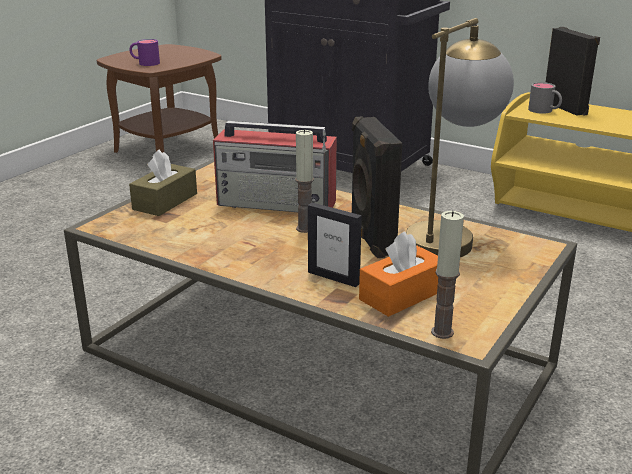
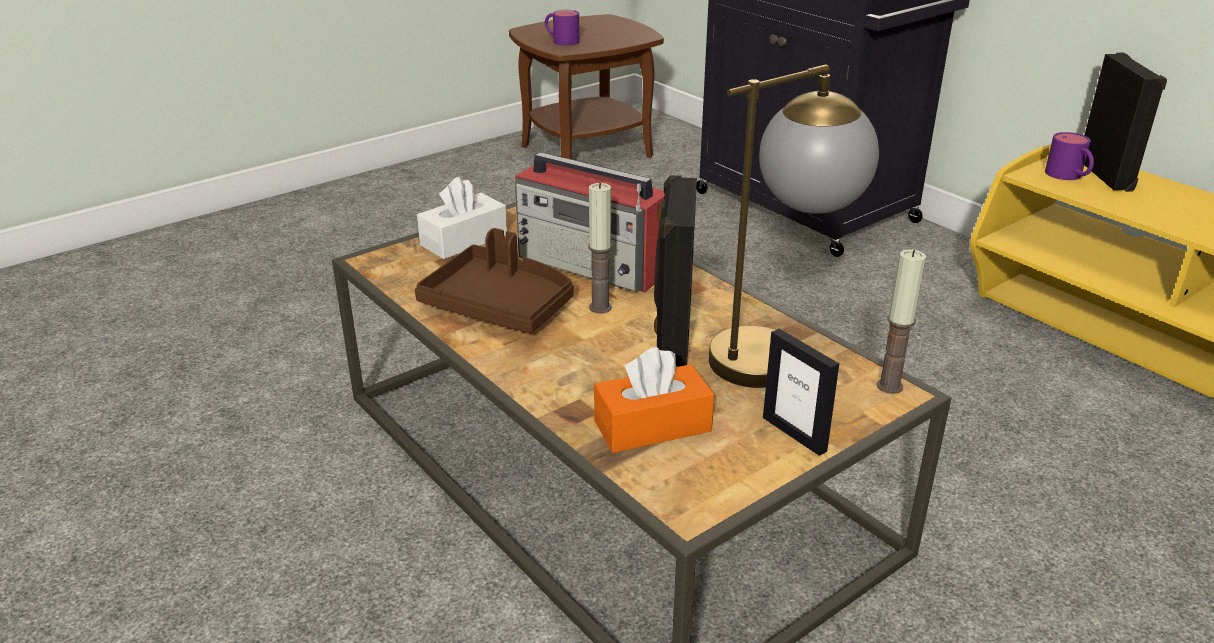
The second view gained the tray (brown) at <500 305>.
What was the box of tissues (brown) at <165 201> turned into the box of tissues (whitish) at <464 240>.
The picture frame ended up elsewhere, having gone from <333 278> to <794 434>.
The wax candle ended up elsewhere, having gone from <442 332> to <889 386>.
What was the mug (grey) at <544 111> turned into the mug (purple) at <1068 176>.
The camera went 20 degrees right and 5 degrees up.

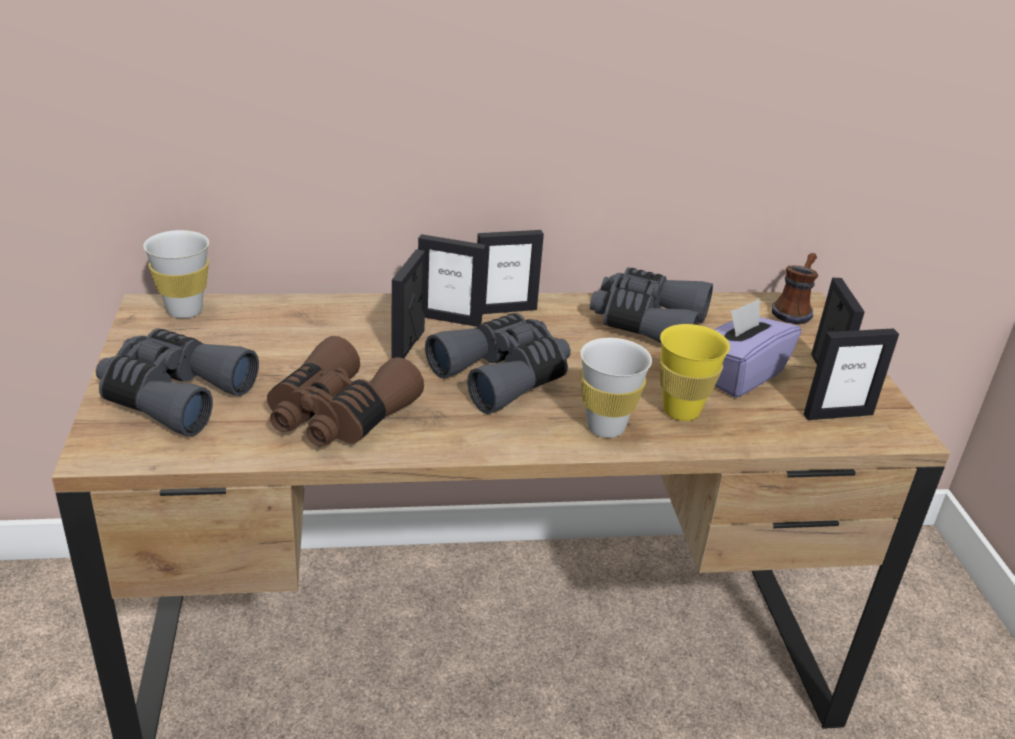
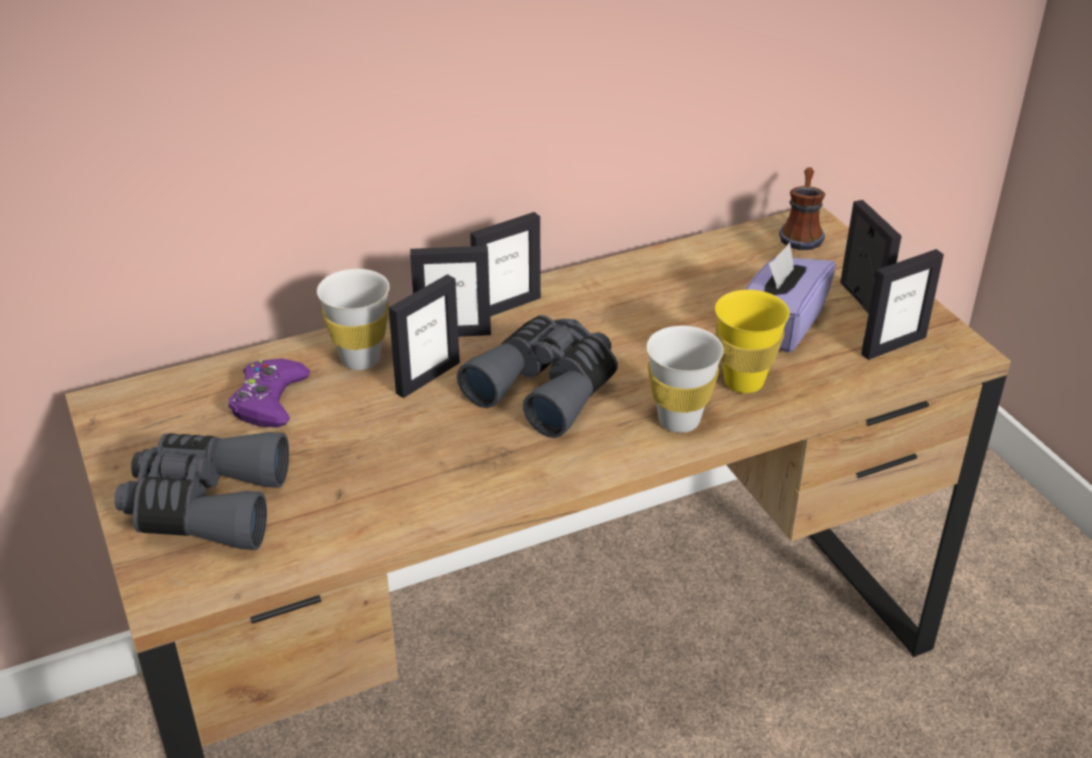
The second view gained the gamepad (purple) at <269 400>.
The cup (whitish) ended up elsewhere, having gone from <185 311> to <360 359>.
The picture frame at <408 346> ended up facing another way, 135 degrees counterclockwise from before.
The second view lost the field glasses (brown) at <338 415>.
The second view lost the field glasses (grey) at <647 323>.
The camera went 15 degrees left and 5 degrees up.

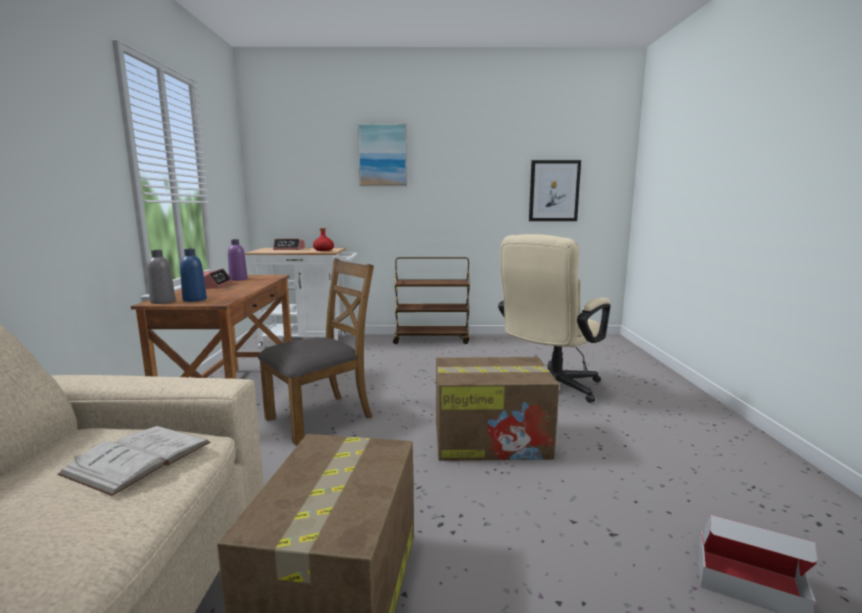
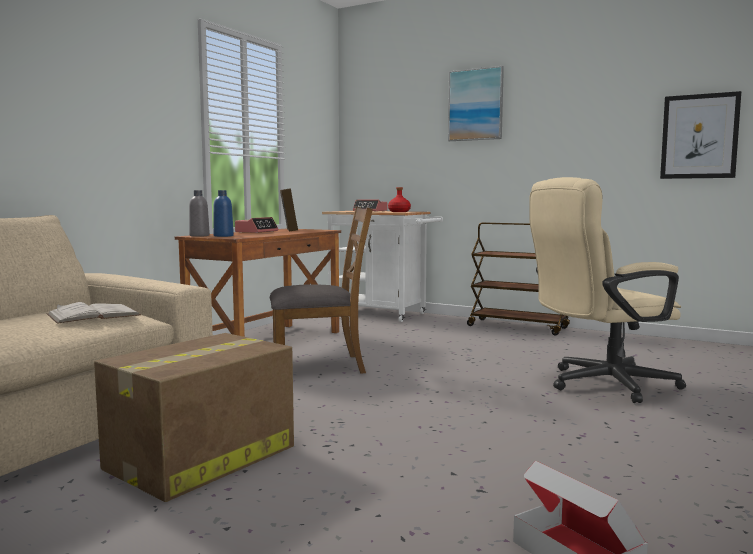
Where the drink bottle (purple) stood at <238 279>, the picture frame came to stand at <289 230>.
The second view lost the cardboard box at <492 440>.
The camera went 30 degrees right and 5 degrees down.

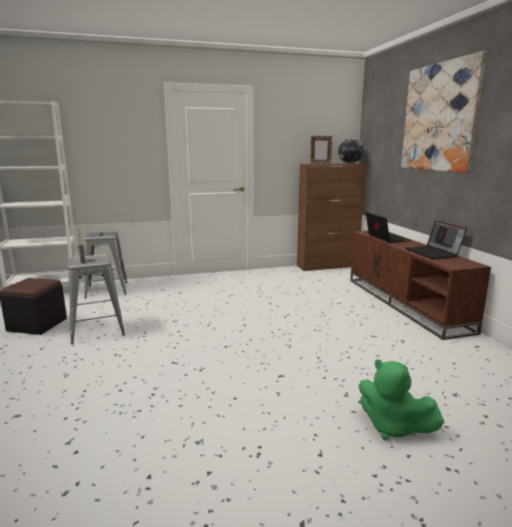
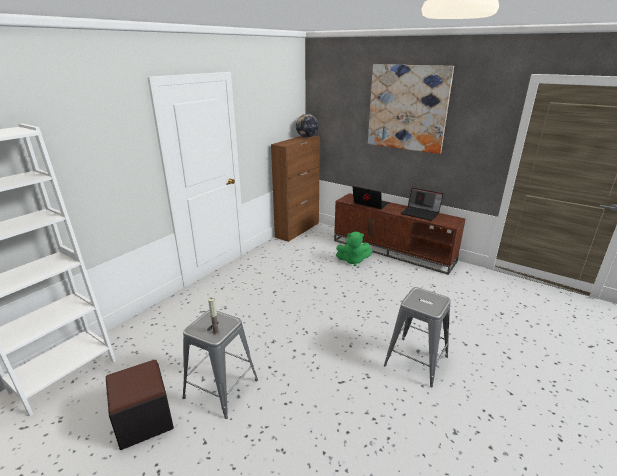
The soft toy (greenish) ended up elsewhere, having gone from <392 427> to <353 261>.
The sitting stool (grey) ended up elsewhere, having gone from <106 290> to <415 361>.
The second view lost the picture frame at <320 164>.
The camera went 40 degrees left and 10 degrees up.

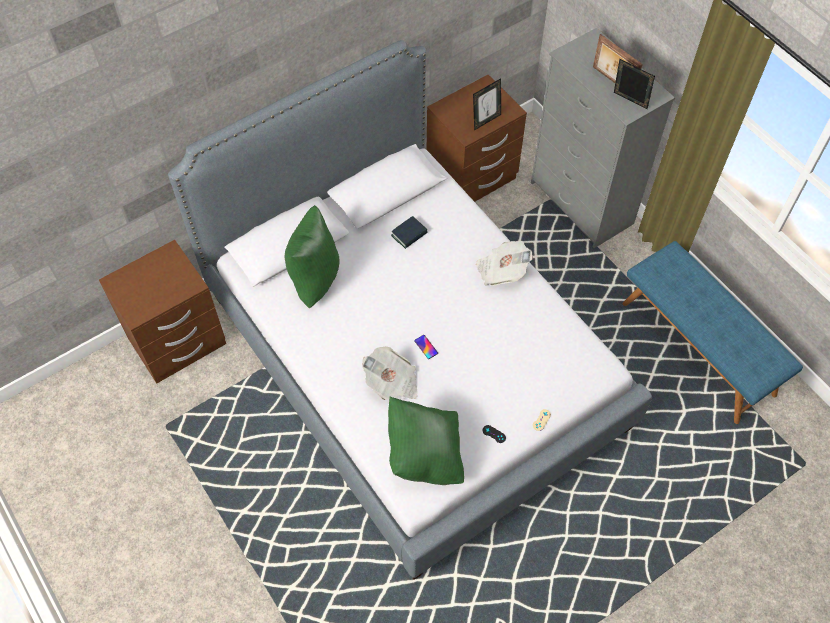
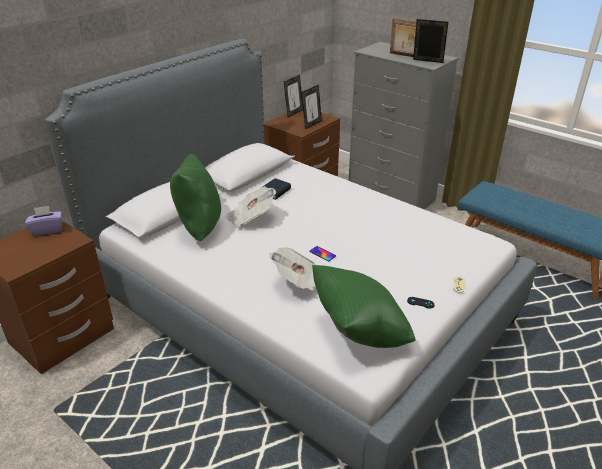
The second view gained the box of tissues (purple) at <47 230>.
The printed paper ended up elsewhere, having gone from <501 271> to <250 218>.
The second view gained the picture frame at <293 113>.
The camera went 15 degrees left and 25 degrees down.

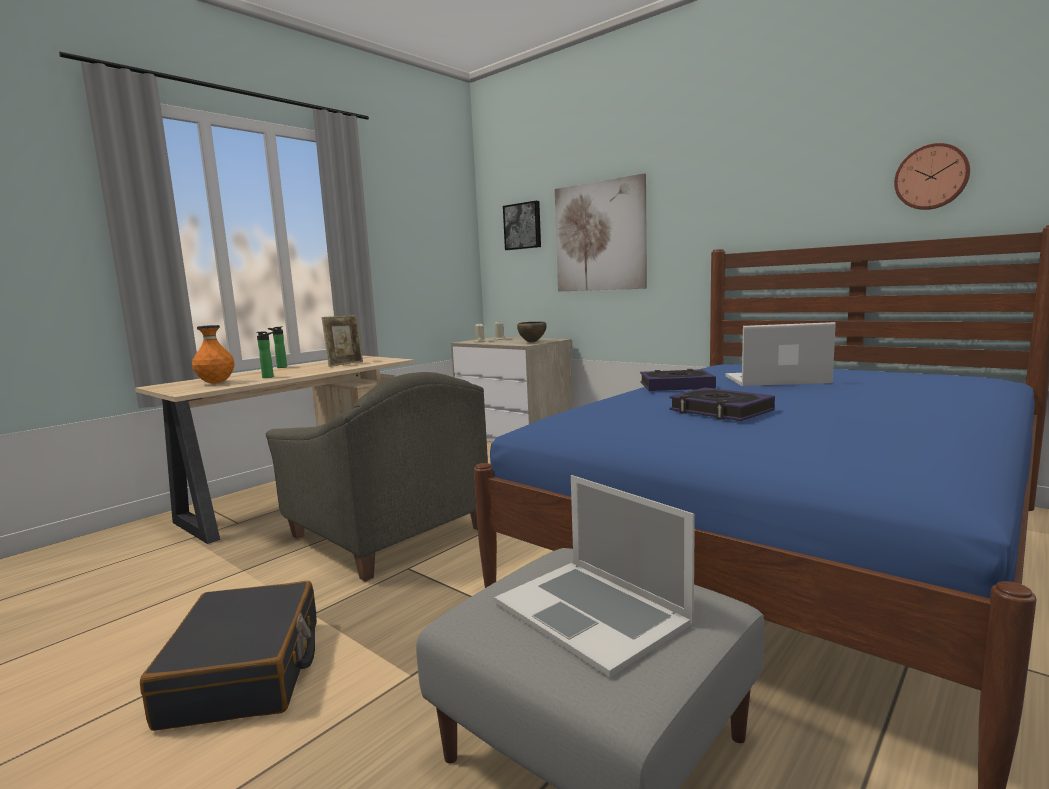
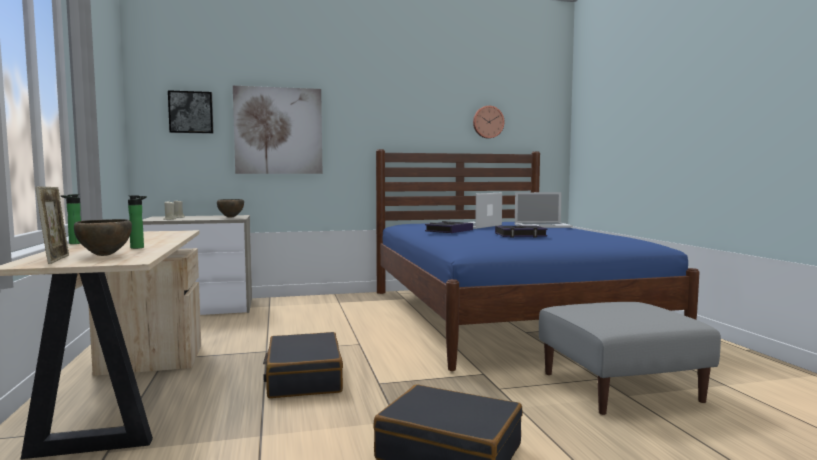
The picture frame ended up elsewhere, having gone from <345 364> to <56 260>.
Where the flower vase (orangey) stood at <216 383>, the serving bowl (brown) came to stand at <105 255>.
Where the easy chair (grey) stood at <385 534>, the piece of luggage (blackish) came to stand at <303 378>.
The portable computer ended up elsewhere, having gone from <591 612> to <542 226>.
The camera went 55 degrees left and 5 degrees down.

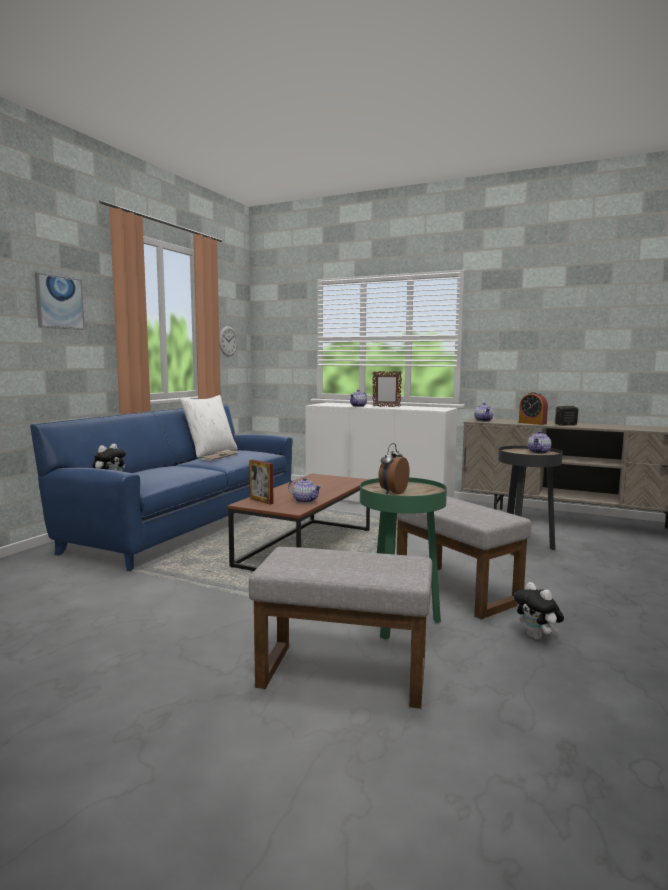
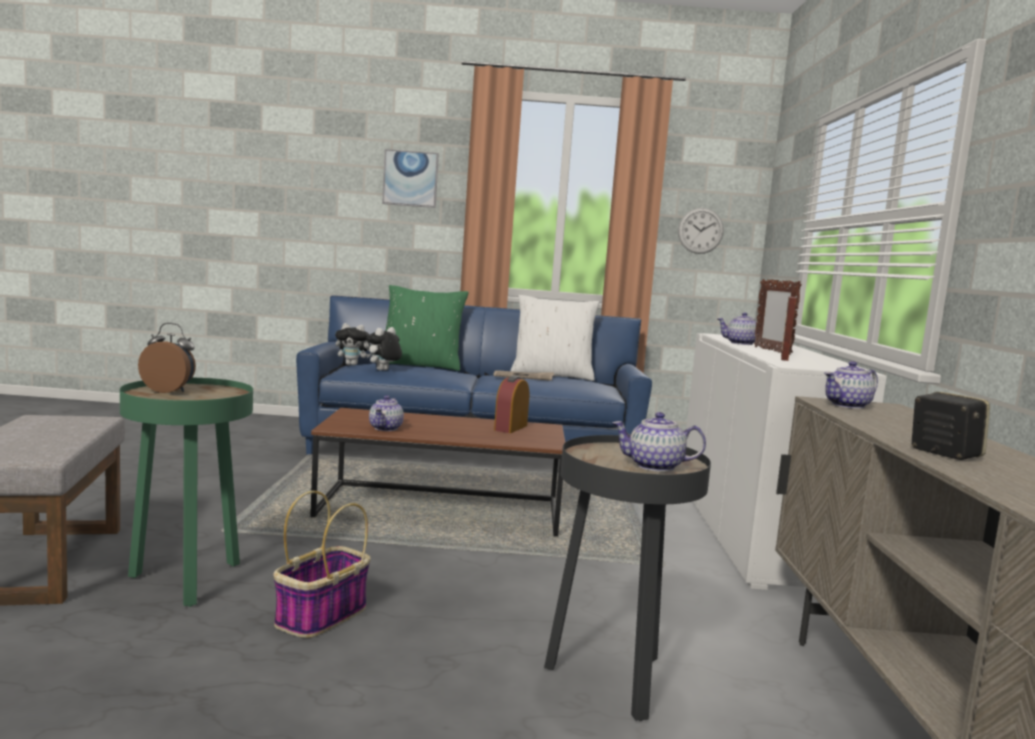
Where the ottoman (grey) stood at <458 590>, the household basket came to stand at <321 616>.
The soft toy ended up elsewhere, having gone from <537 637> to <383 370>.
The second view gained the throw pillow (greenish) at <421 365>.
The table clock ended up elsewhere, having gone from <532 423> to <510 428>.
The picture frame ended up elsewhere, having gone from <261 501> to <784 357>.
The camera went 65 degrees right and 0 degrees up.

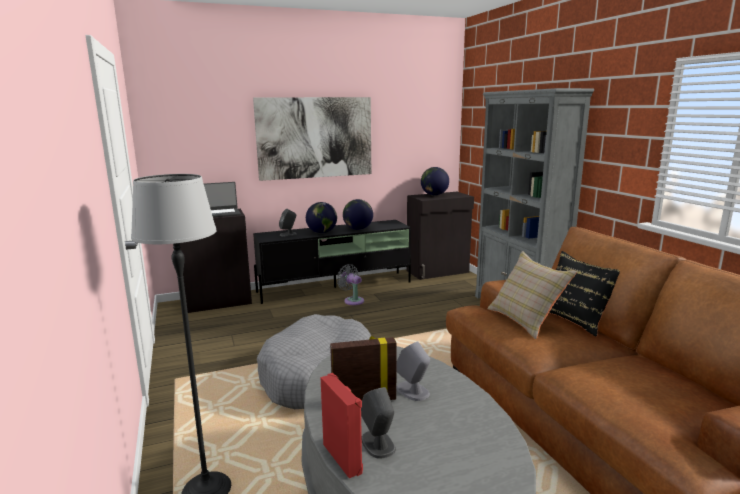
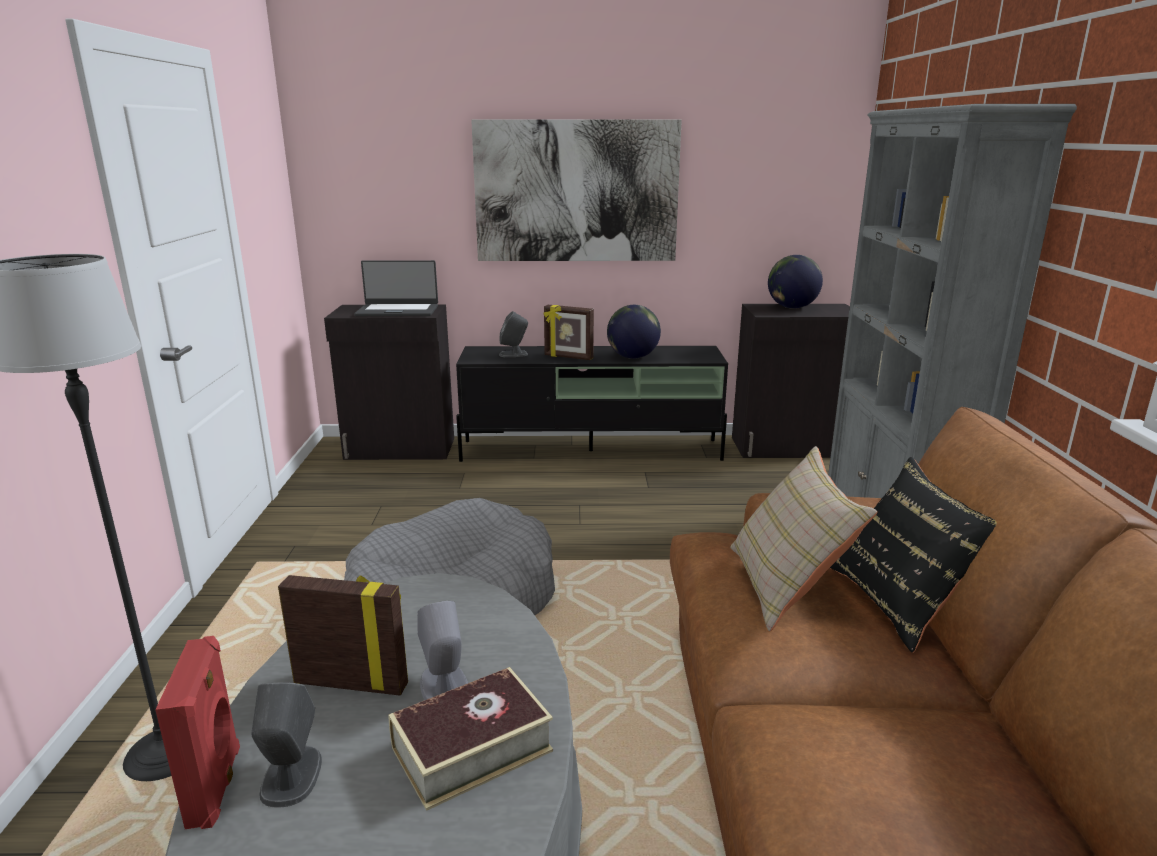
The second view gained the book at <472 749>.
Where the globe stood at <322 233>, the picture frame came to stand at <568 357>.
The second view lost the electric fan (grey) at <352 300>.
The camera went 20 degrees right and 5 degrees up.

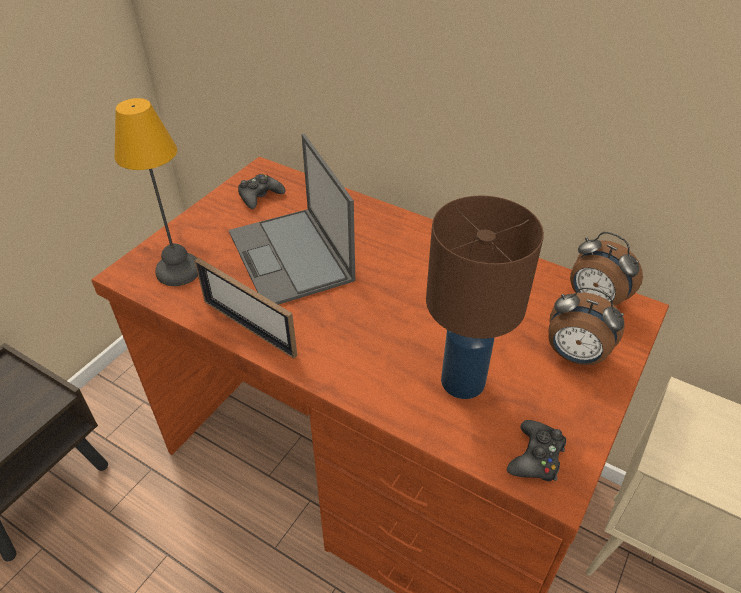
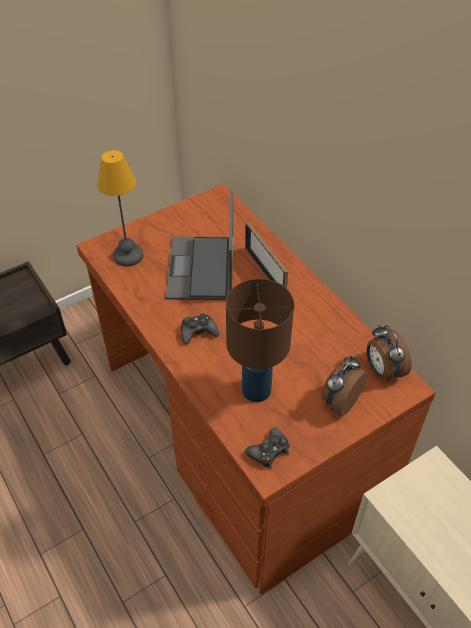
The gamepad (blackish) ended up elsewhere, having gone from <260 196> to <198 332>.
The picture frame ended up elsewhere, having gone from <249 327> to <264 272>.
The table clock at <574 356> ended up facing another way, 75 degrees clockwise from before.
The camera went 25 degrees right and 5 degrees up.

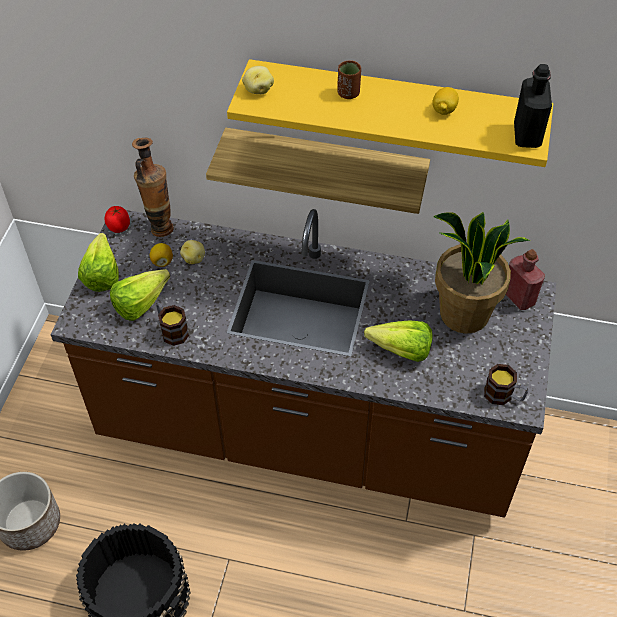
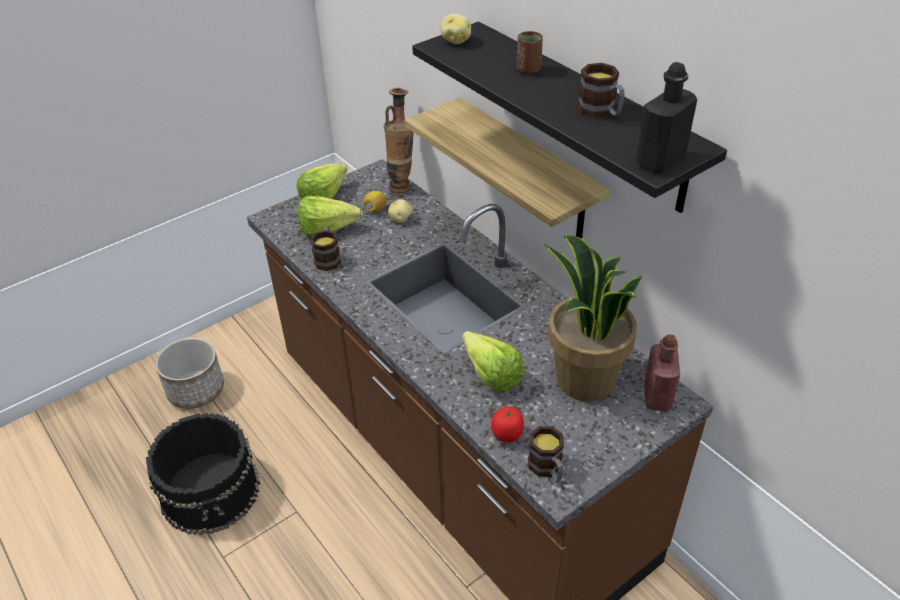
What was the shelf (yellow) at <395 110> turned into the shelf (blackish) at <584 115>.
The whole tomato ended up elsewhere, having gone from <119 227> to <507 434>.
Where the lemon stood at <444 110>, the mug came to stand at <601 112>.
The camera went 40 degrees right and 10 degrees down.

